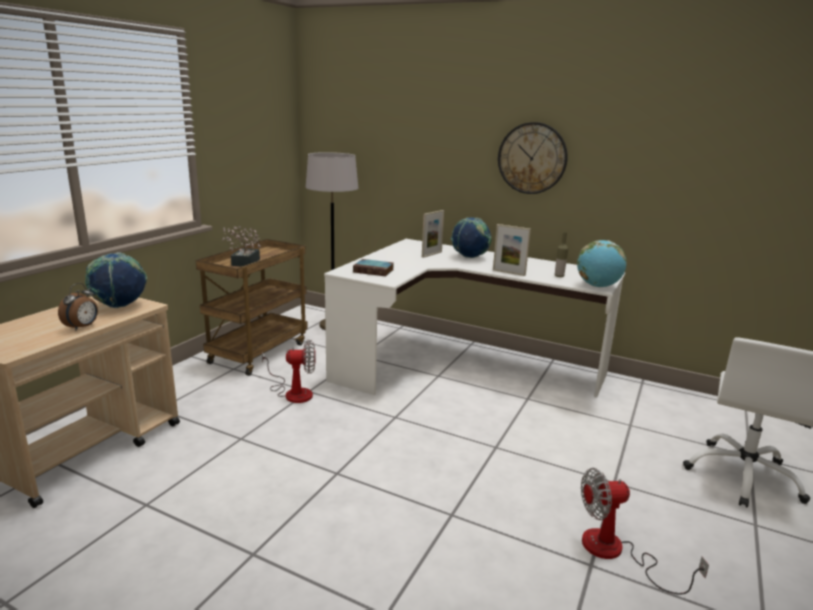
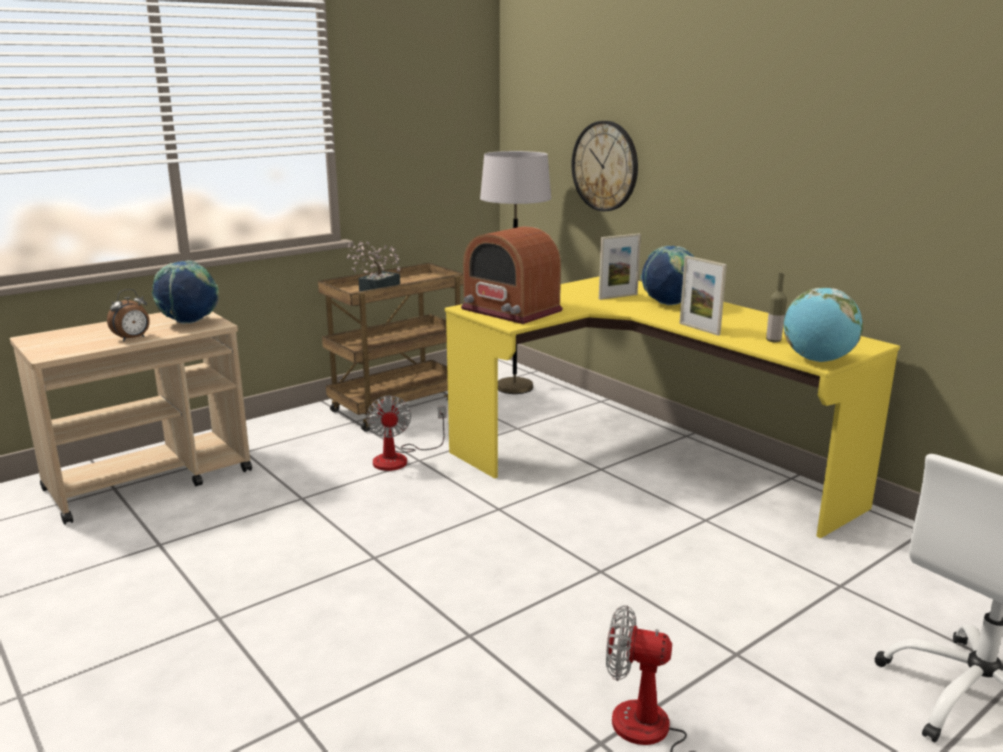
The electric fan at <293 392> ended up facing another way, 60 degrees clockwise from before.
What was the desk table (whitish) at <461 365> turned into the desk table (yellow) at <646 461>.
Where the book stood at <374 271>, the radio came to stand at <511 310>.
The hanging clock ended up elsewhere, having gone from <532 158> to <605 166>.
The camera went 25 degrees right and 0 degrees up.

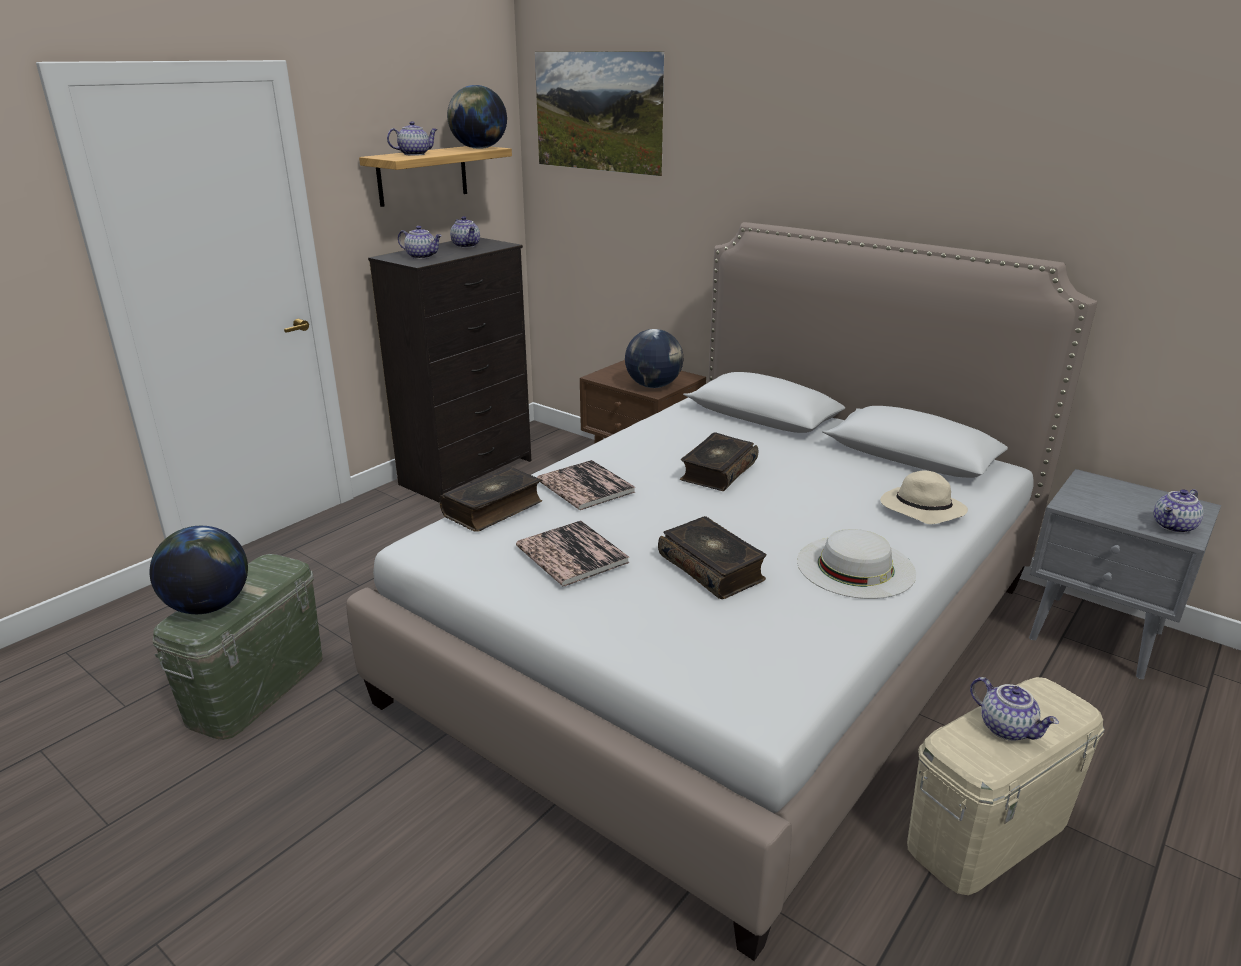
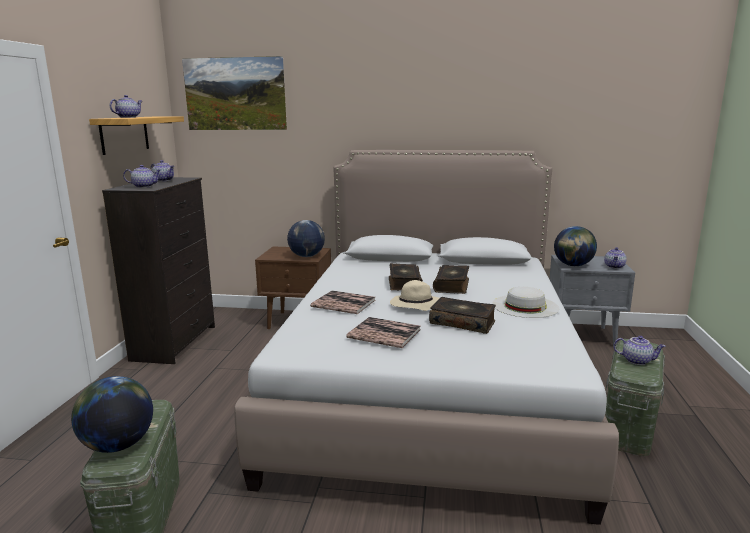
The hat (beige-coloured) ended up elsewhere, having gone from <920 510> to <414 305>.
The book ended up elsewhere, having gone from <493 509> to <452 285>.
The globe ended up elsewhere, having gone from <479 148> to <573 265>.
What was the storage bin (beige-coloured) at <987 832> turned into the storage bin (greenish) at <628 427>.
The camera went 30 degrees left and 10 degrees down.

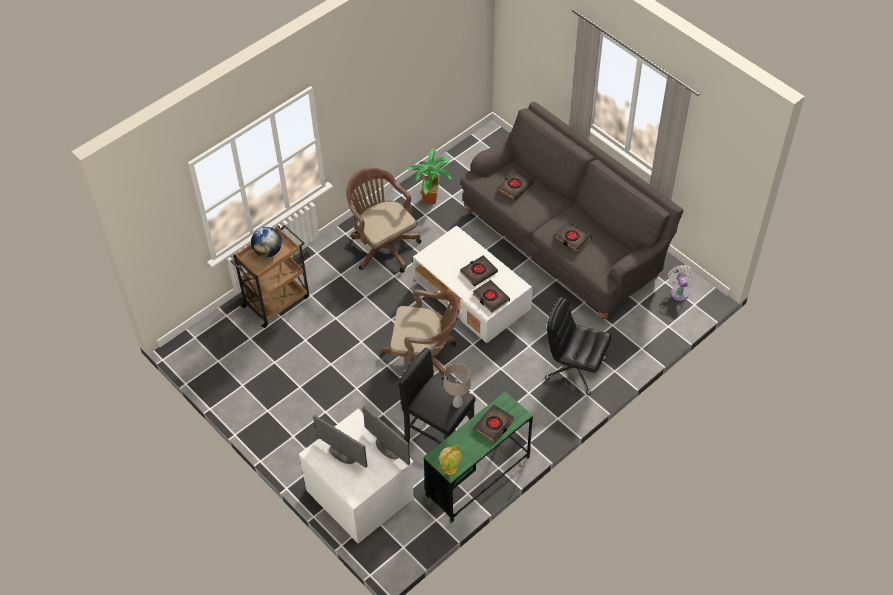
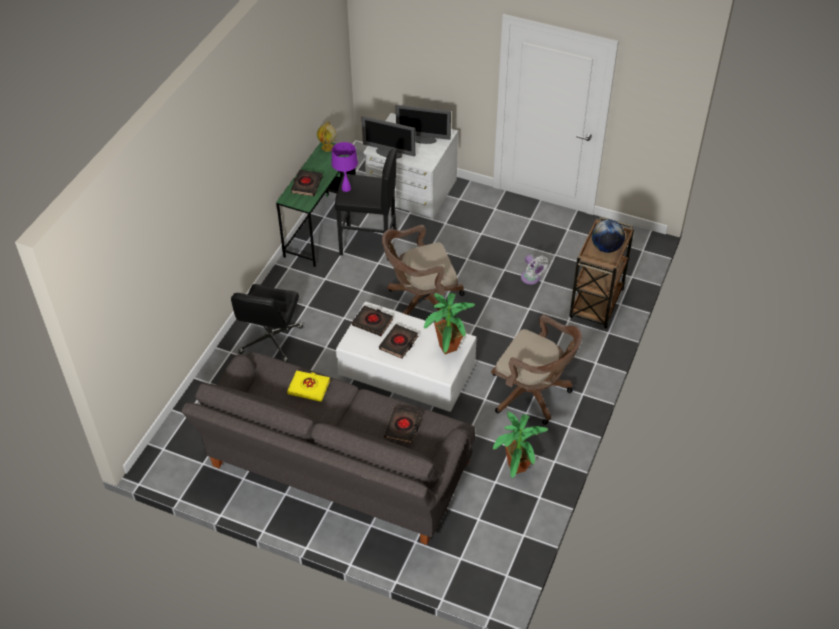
The computer chair (blackish) at <574 369> ended up facing another way, 105 degrees clockwise from before.
What was the book (blackish) at <572 238> turned into the book (yellow) at <309 388>.
What was the lamp for a table (beige-coloured) at <457 403> turned into the lamp for a table (purple) at <346 188>.
The second view gained the plant in a pot at <447 351>.
The electric fan (whitish) ended up elsewhere, having gone from <679 291> to <531 279>.
The camera went 155 degrees right and 5 degrees down.

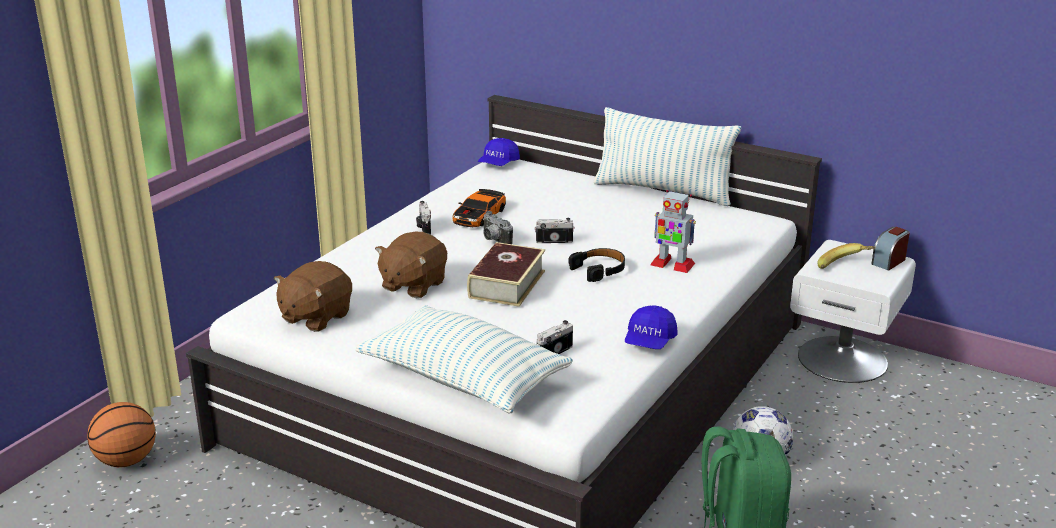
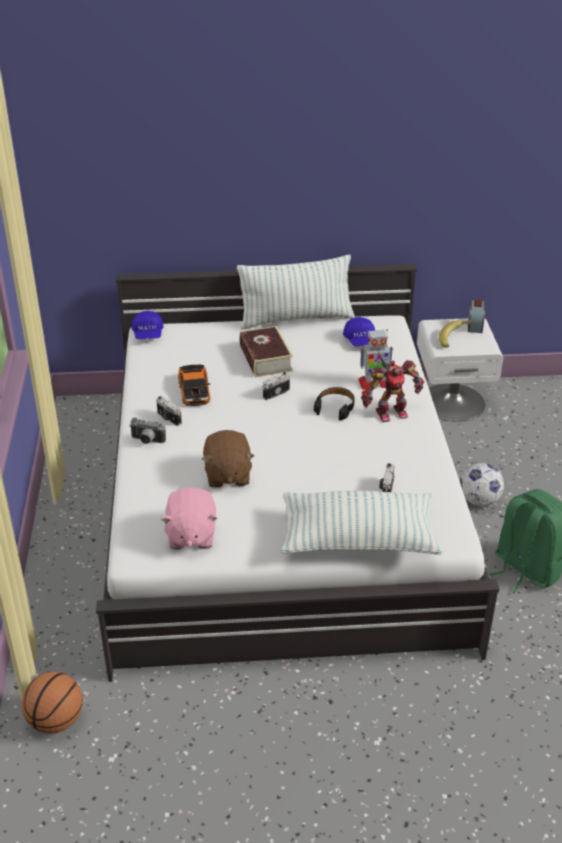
The still camera ended up elsewhere, having gone from <493 240> to <147 441>.
What was the soft toy (brown) at <315 317> turned into the soft toy (pink) at <191 535>.
The book ended up elsewhere, having gone from <507 284> to <265 358>.
The cap (blue) ended up elsewhere, having gone from <649 341> to <360 341>.
The second view gained the toy robot at <390 412>.
The camera went 35 degrees left and 10 degrees up.

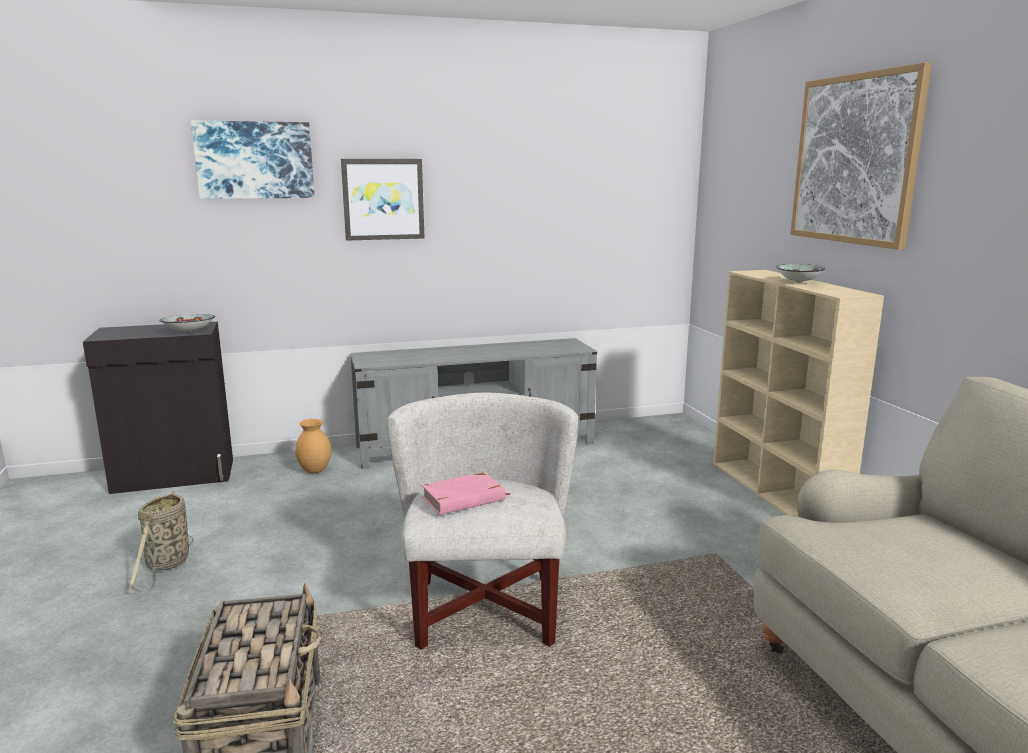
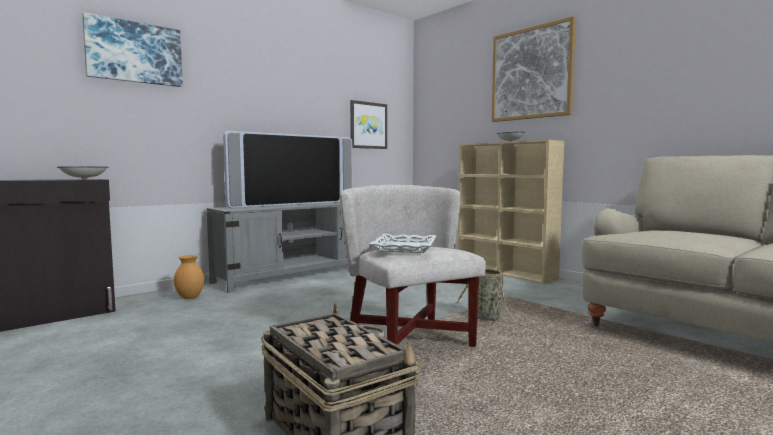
The second view gained the TV set at <292 204>.
The wall picture ended up elsewhere, having gone from <383 199> to <368 125>.
Where the book (pink) stood at <464 499>, the tray (whitish) came to stand at <405 248>.
The household basket ended up elsewhere, having gone from <167 565> to <488 318>.
The camera went 25 degrees left and 10 degrees down.

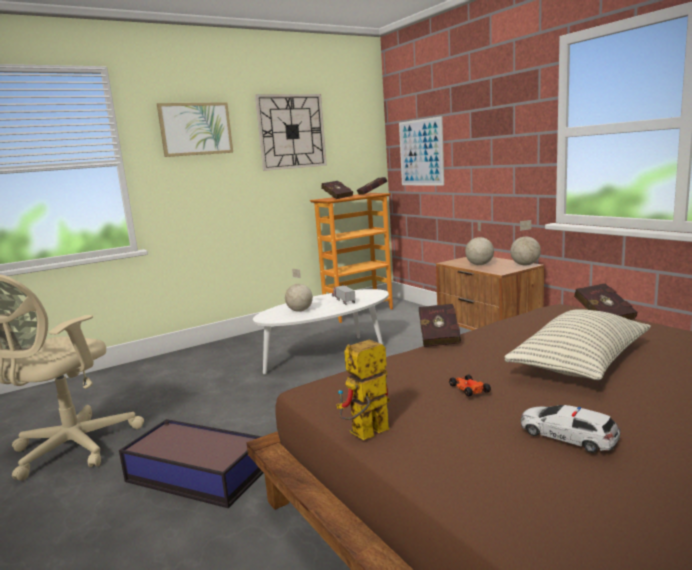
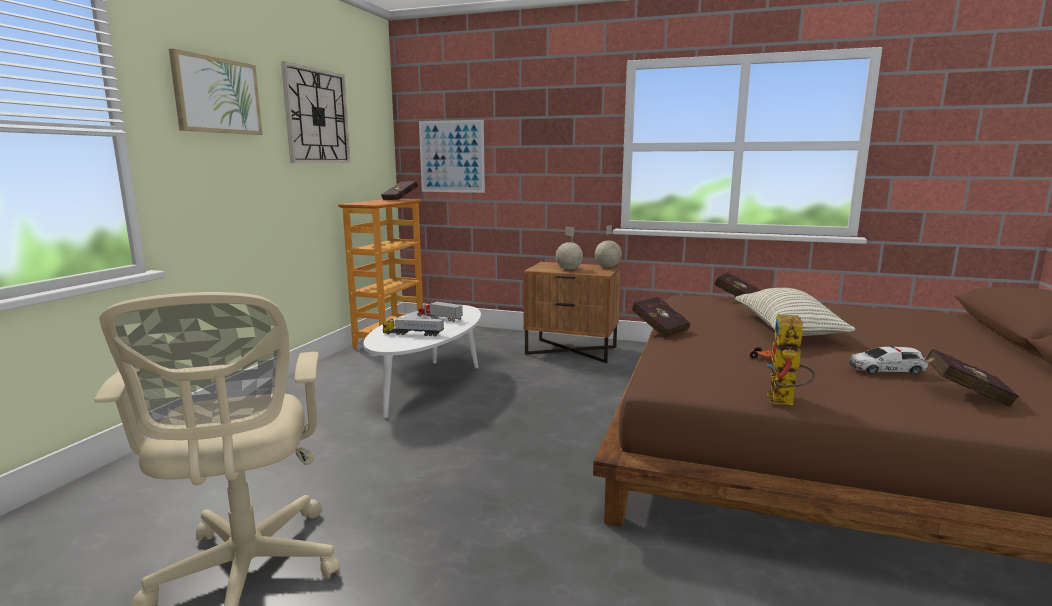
Where the globe stood at <300 311>, the toy truck came to stand at <413 334>.
The book (red-coloured) ended up elsewhere, having gone from <337 197> to <962 394>.
The second view lost the storage bin at <195 474>.
The camera went 40 degrees left and 0 degrees up.

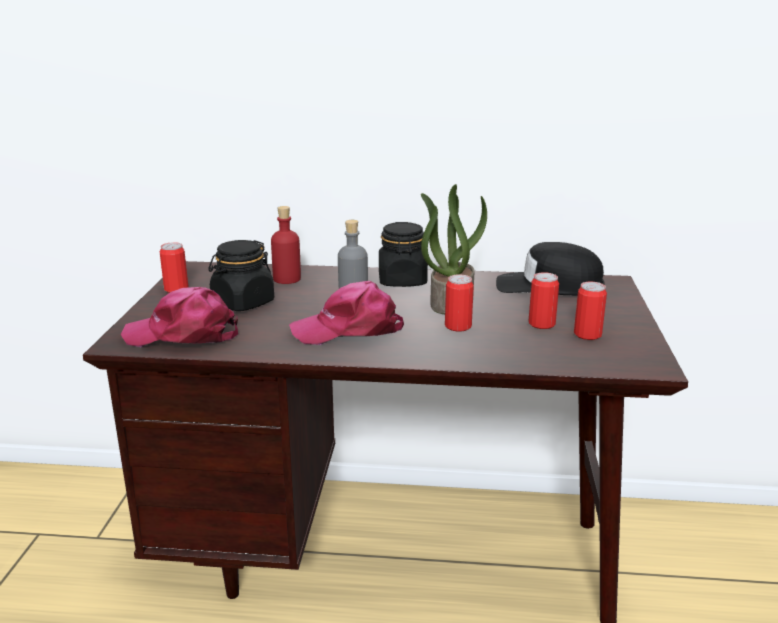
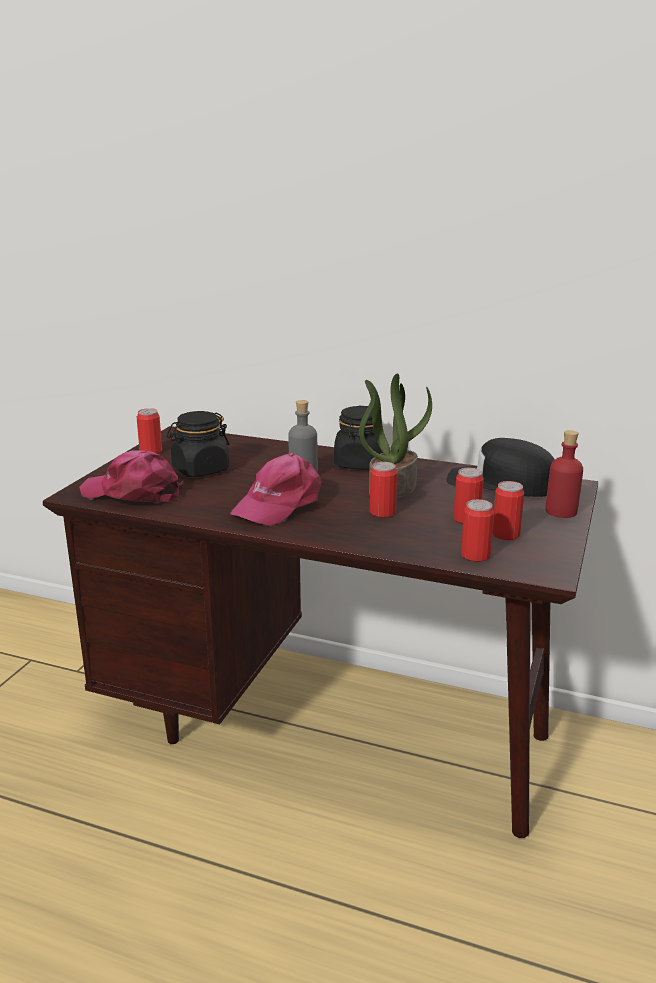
The cap (pink) at <349 329> ended up facing another way, 60 degrees counterclockwise from before.
The second view gained the sealed can at <475 555>.
The drink bottle (red-coloured) ended up elsewhere, having gone from <287 279> to <561 511>.
The camera went 15 degrees right and 0 degrees up.

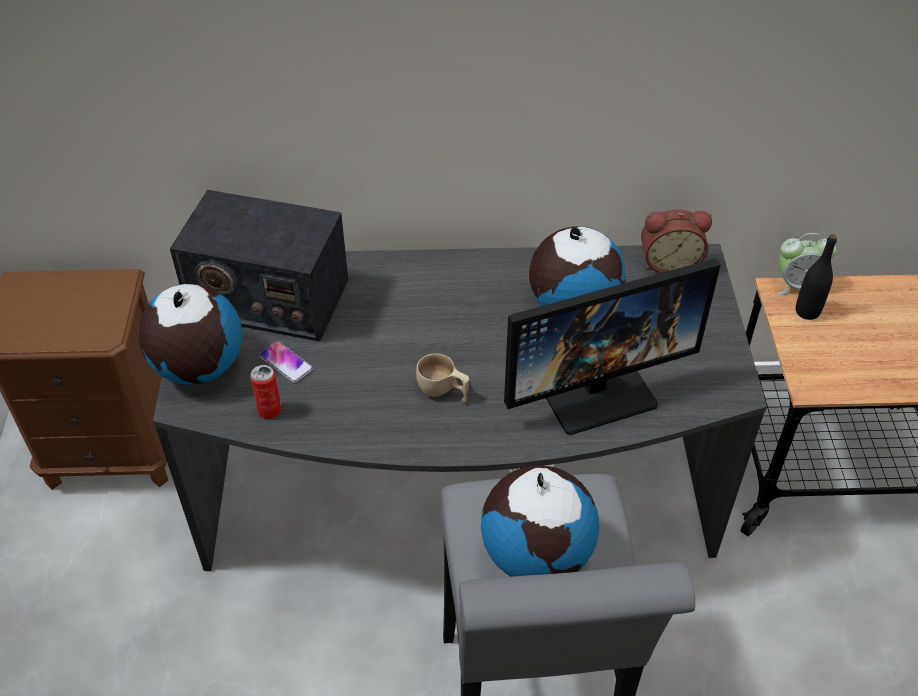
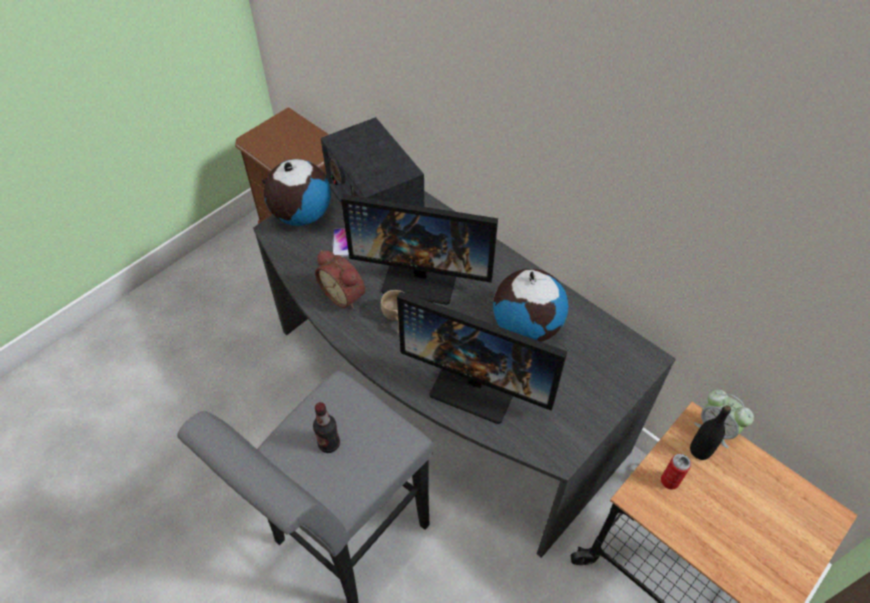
Where the globe stood at <537 554>, the drink bottle came to stand at <329 444>.
The table clock ended up elsewhere, having gone from <669 262> to <344 294>.
The second view gained the computer screen at <422 276>.
The sealed can ended up elsewhere, having gone from <269 410> to <669 481>.
The camera went 45 degrees right and 5 degrees up.

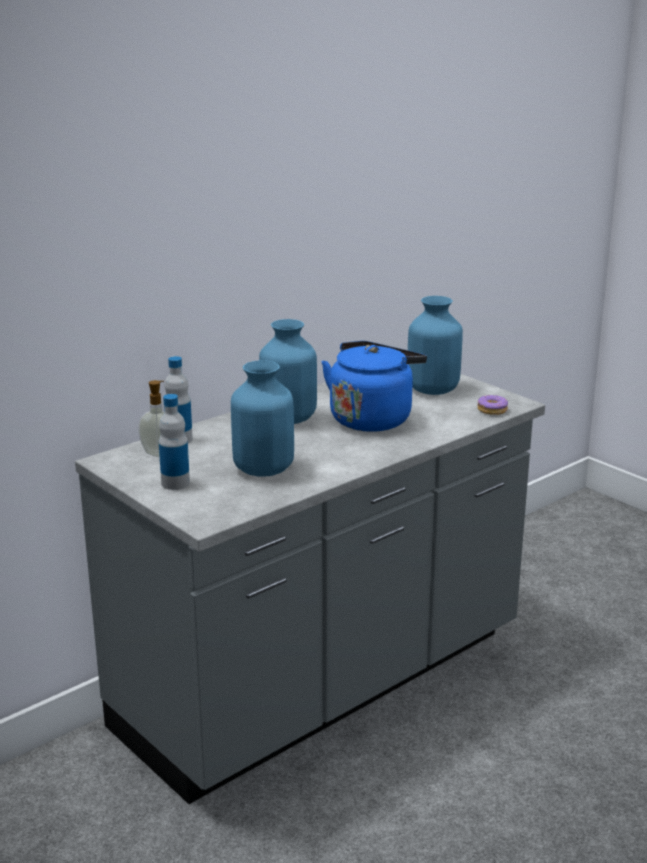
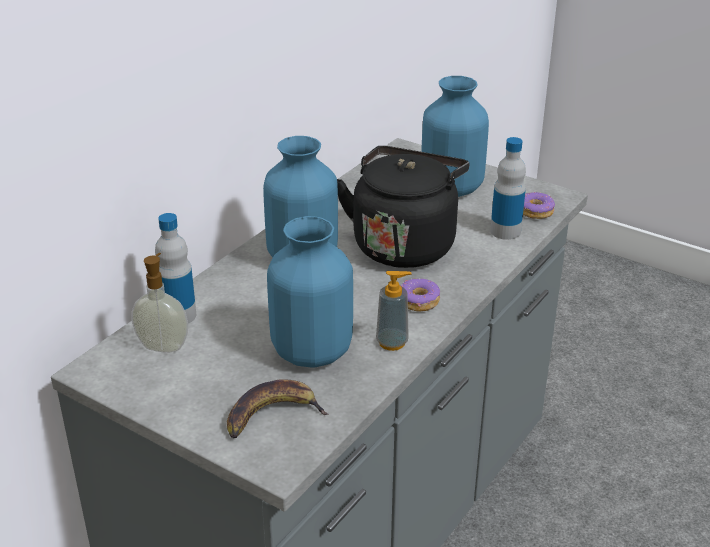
The second view gained the banana at <272 414>.
What was the water kettle (blue) at <372 418> turned into the water kettle (blackish) at <404 244>.
The second view gained the liquid soap bottle at <392 342>.
The second view gained the doughnut at <418 301>.
The drink bottle ended up elsewhere, having gone from <175 483> to <505 231>.
The camera went 15 degrees left and 10 degrees up.

